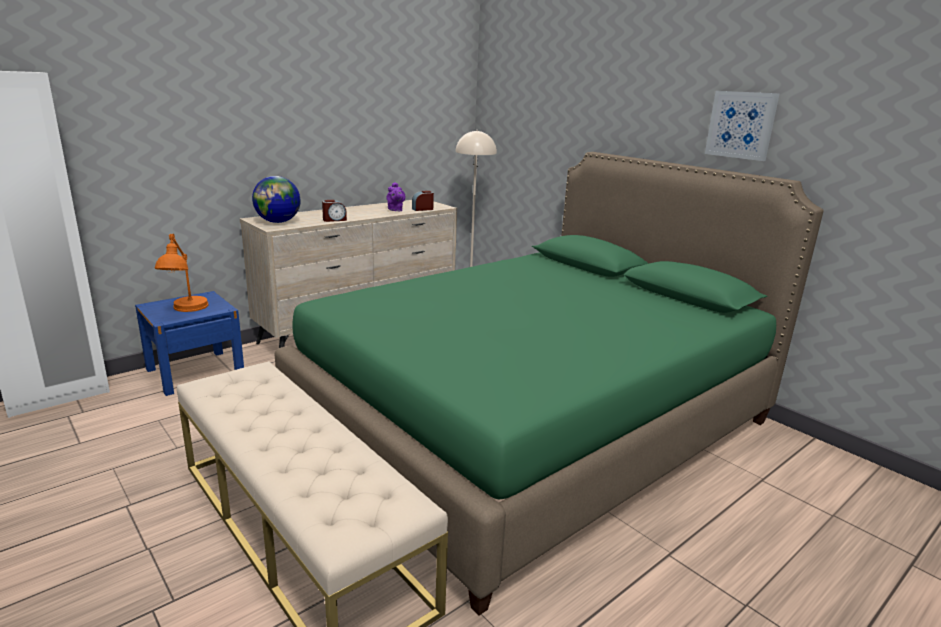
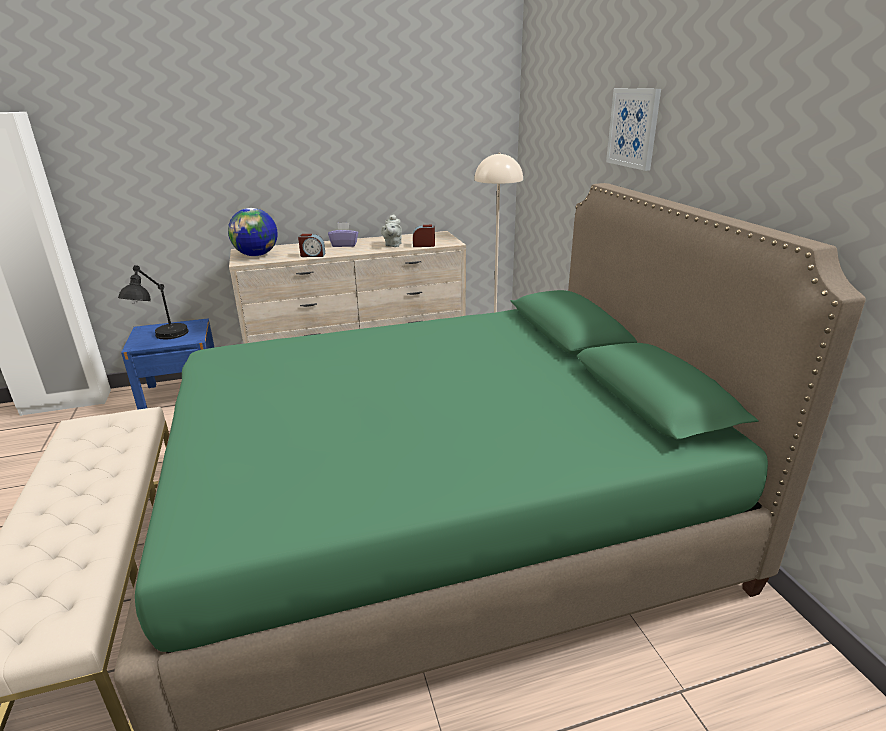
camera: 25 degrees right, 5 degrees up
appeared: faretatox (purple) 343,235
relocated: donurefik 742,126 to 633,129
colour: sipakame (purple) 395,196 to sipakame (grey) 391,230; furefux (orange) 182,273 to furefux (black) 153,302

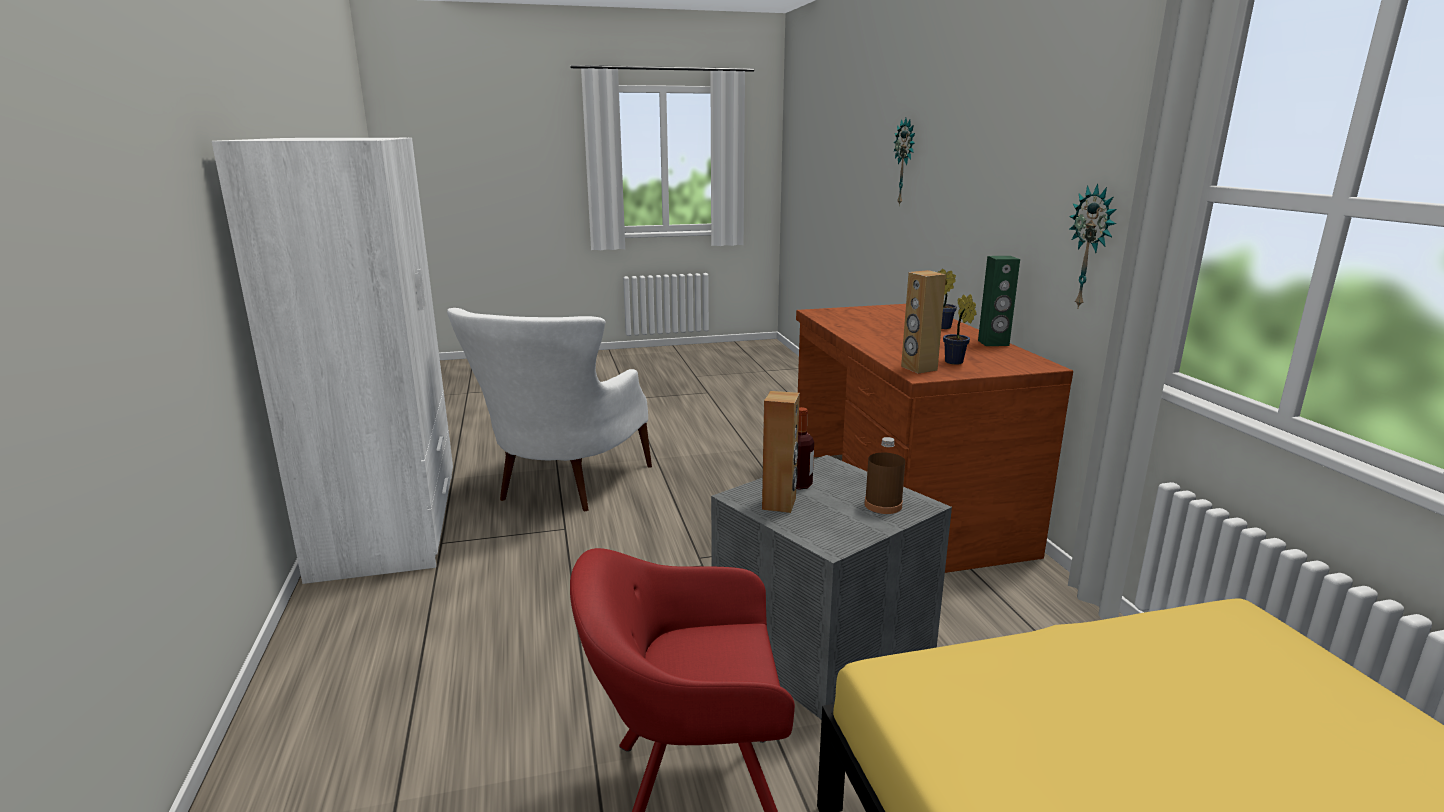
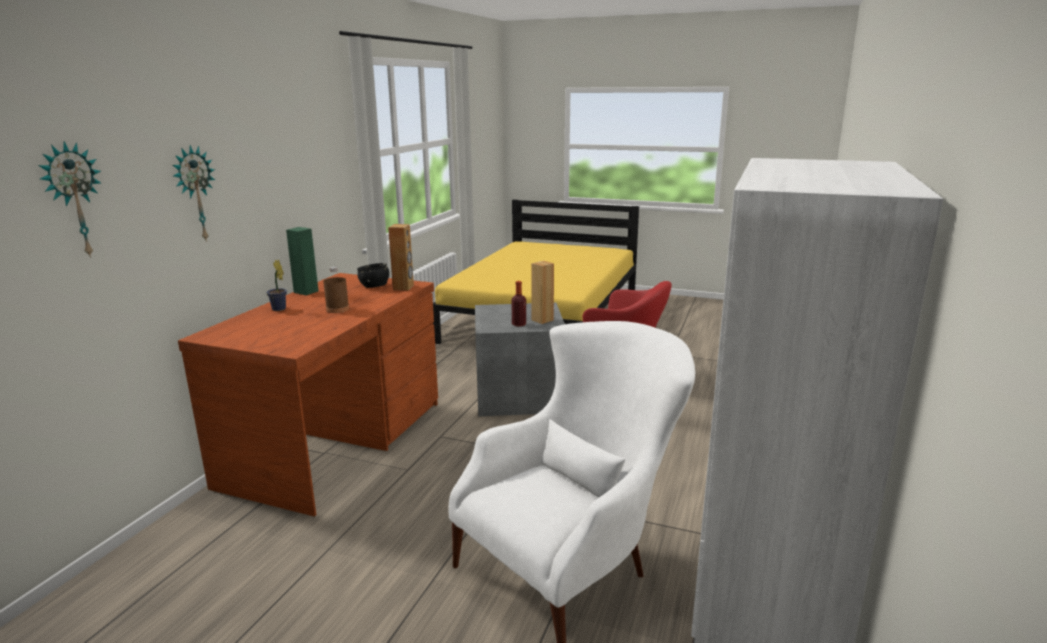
camera: 145 degrees left, 0 degrees up
relocated: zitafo 1093,245 to 194,193; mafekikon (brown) 885,475 to 336,290
exchanged: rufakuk 960,329 to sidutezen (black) 373,275

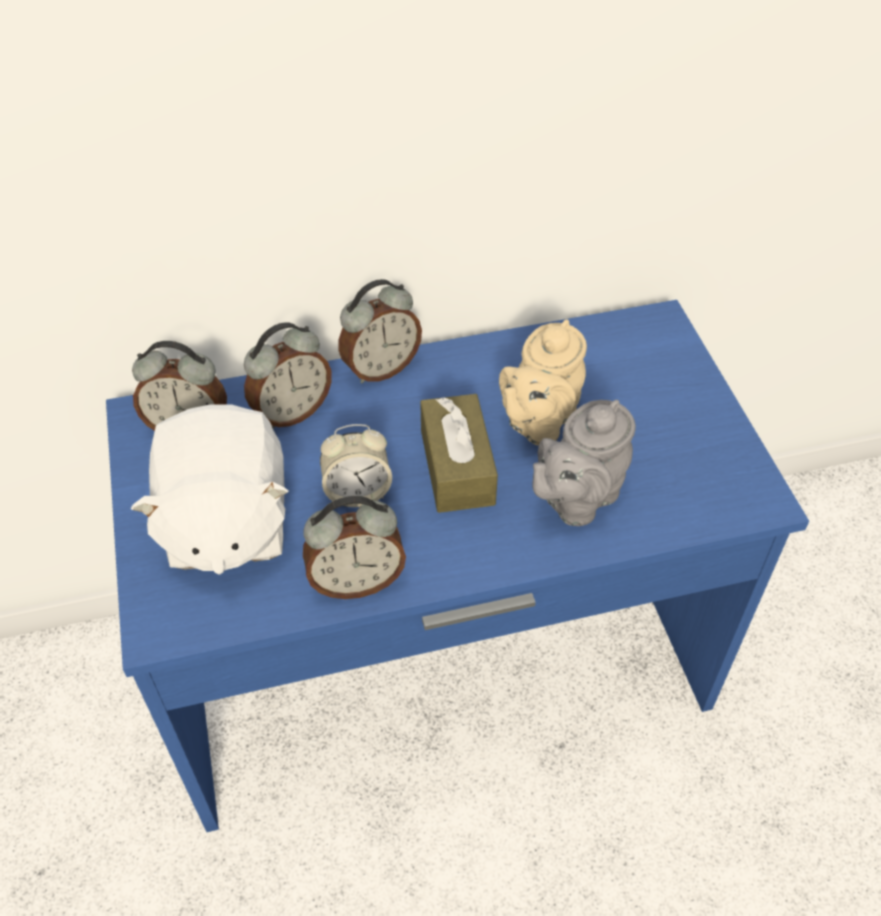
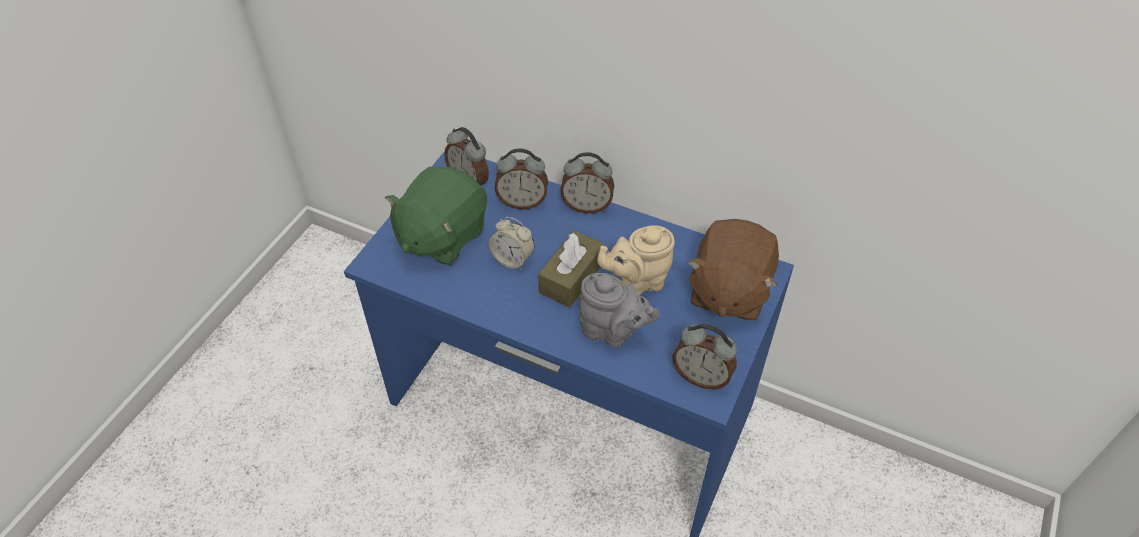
camera: 40 degrees right, 0 degrees up
appeared: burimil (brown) 733,270
relocated: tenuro 354,547 to 705,357
colour: burimil (white) 210,489 to burimil (green) 436,216
spun: sipakame (grey) 584,463 = 619,310 150 degrees counterclockwise

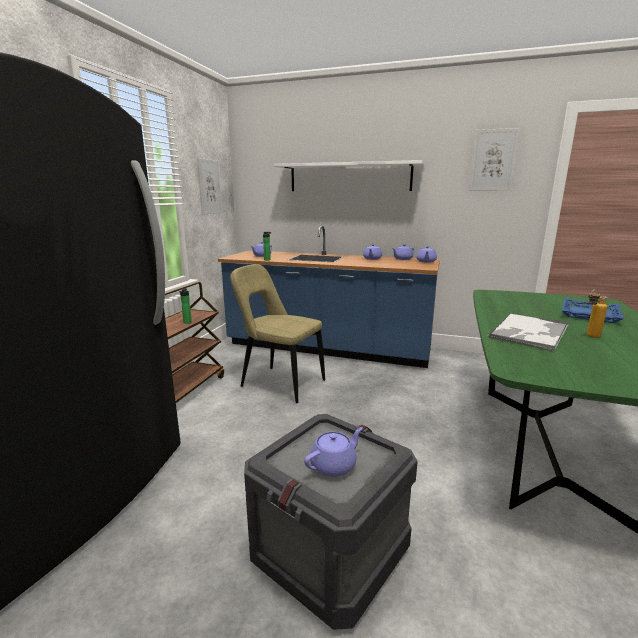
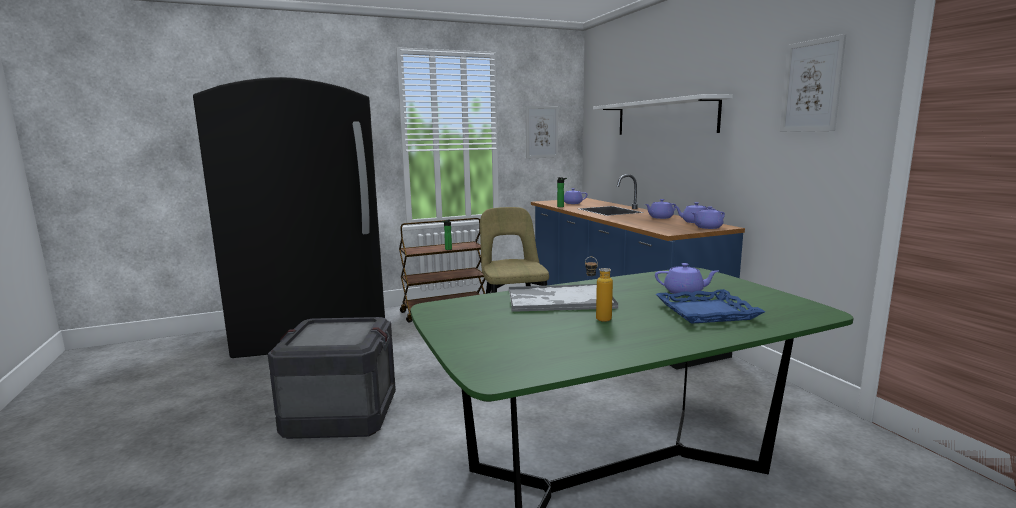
camera: 50 degrees right, 5 degrees down
relocated: sipakame (purple) 333,452 to 686,279

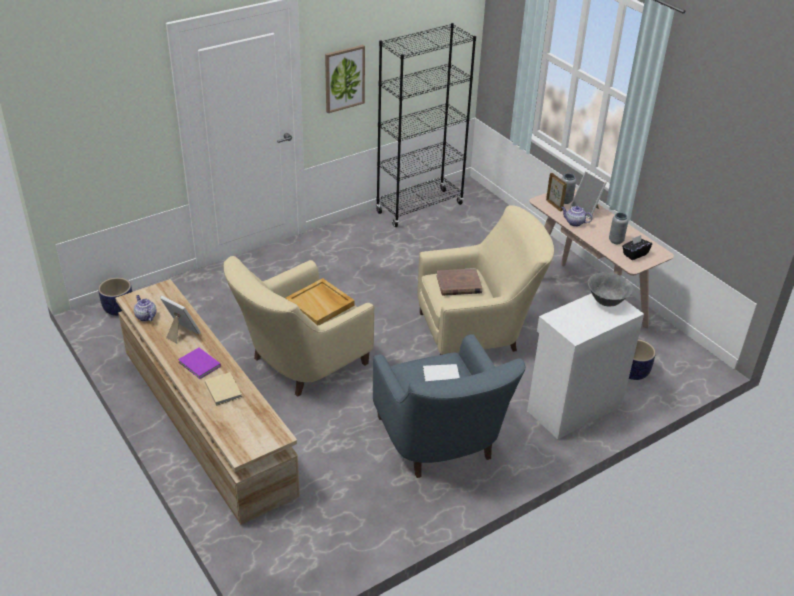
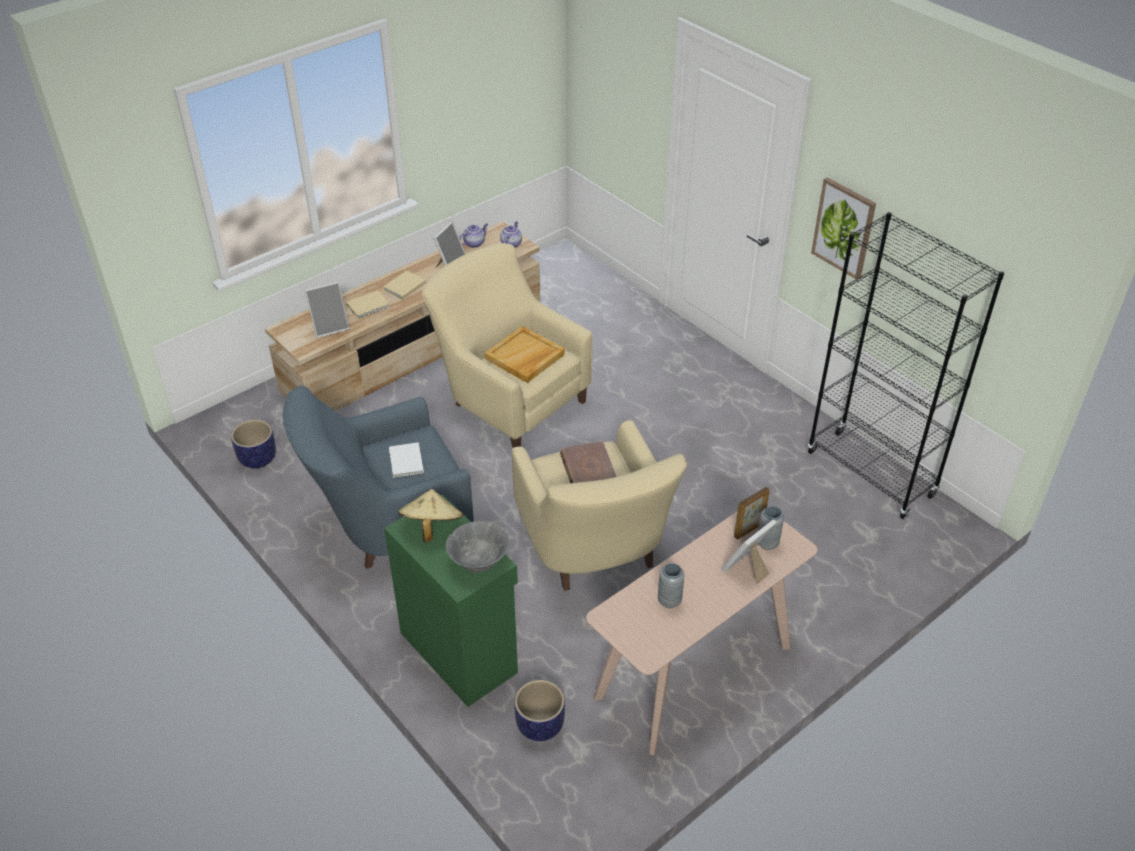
camera: 85 degrees right, 5 degrees up
missing: faretatox (black) 637,247
appeared: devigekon 327,309; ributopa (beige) 430,516
relocated: sipakame 577,216 to 511,234; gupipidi 115,296 to 253,444
colour: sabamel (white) 585,366 to sabamel (green) 451,601; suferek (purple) 199,363 to suferek (beige) 404,285

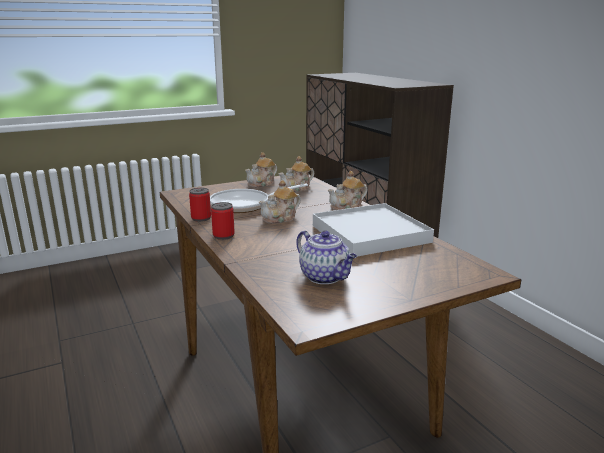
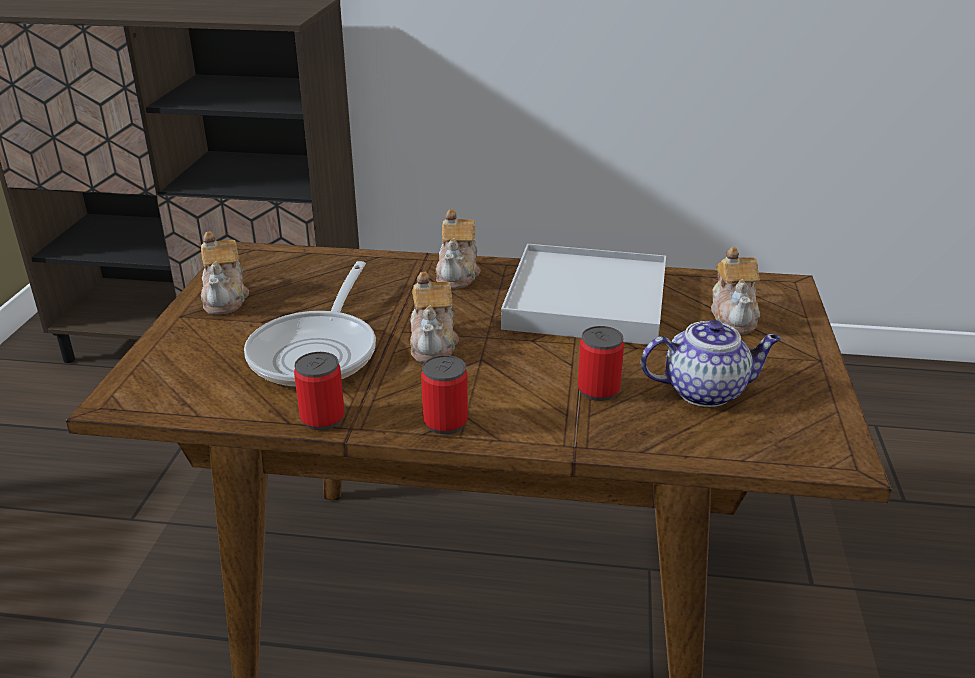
camera: 55 degrees left, 10 degrees up
appeared: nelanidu 601,363
relocated: sipakame 296,174 to 735,290

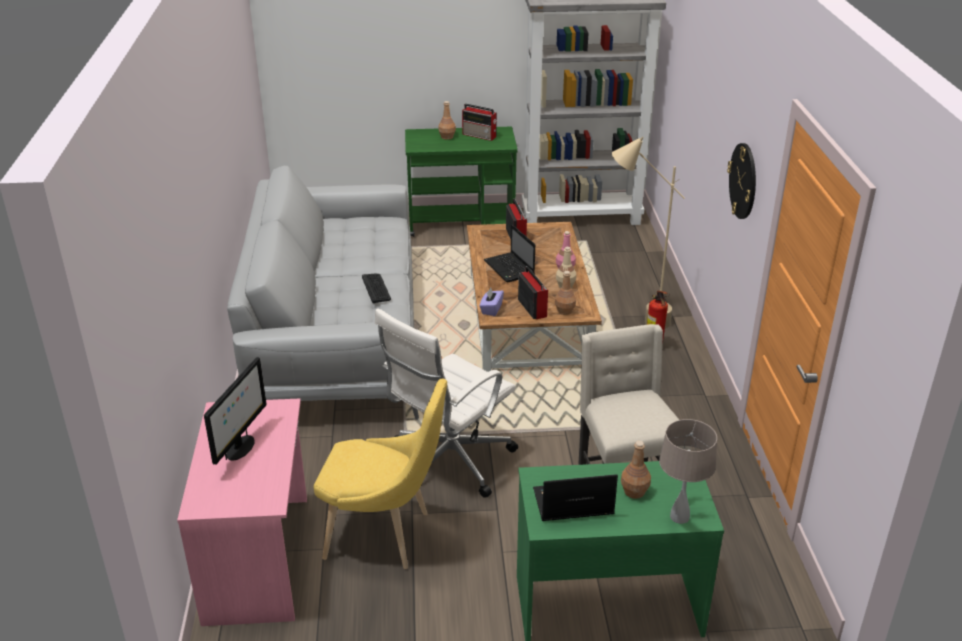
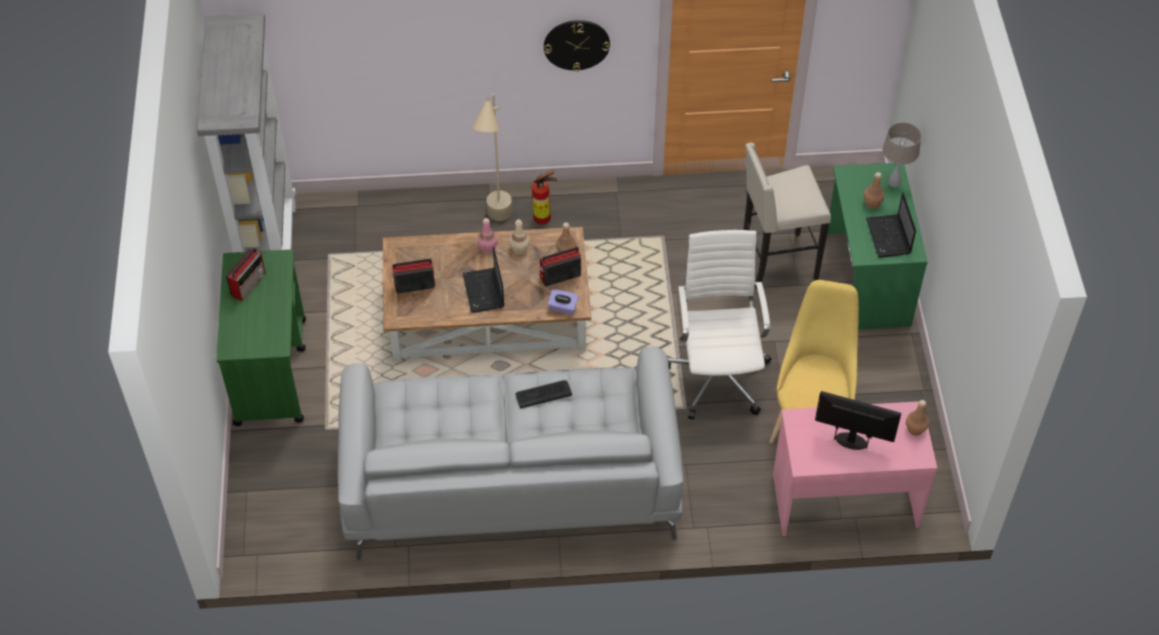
camera: 90 degrees left, 20 degrees up
relocated: mafekikon (brown) 447,120 to 917,418
spun: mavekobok 509,253 = 483,280 105 degrees clockwise; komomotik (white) 446,403 = 720,325 135 degrees counterclockwise

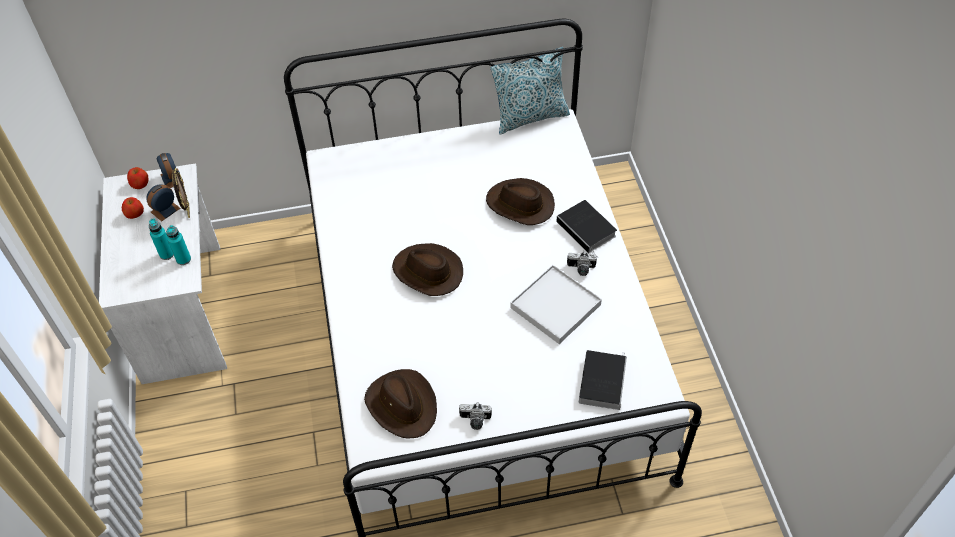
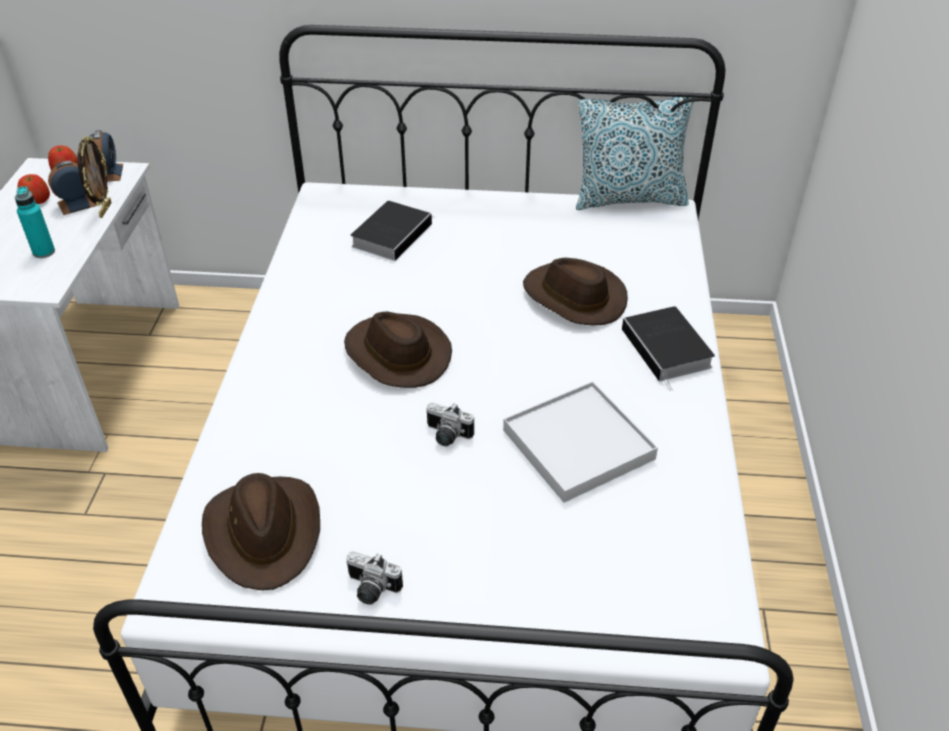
camera: 15 degrees right, 10 degrees down
missing: mafekikon (turquoise) 178,245
relocated: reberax 582,263 to 450,424; suferek 603,380 to 393,231

